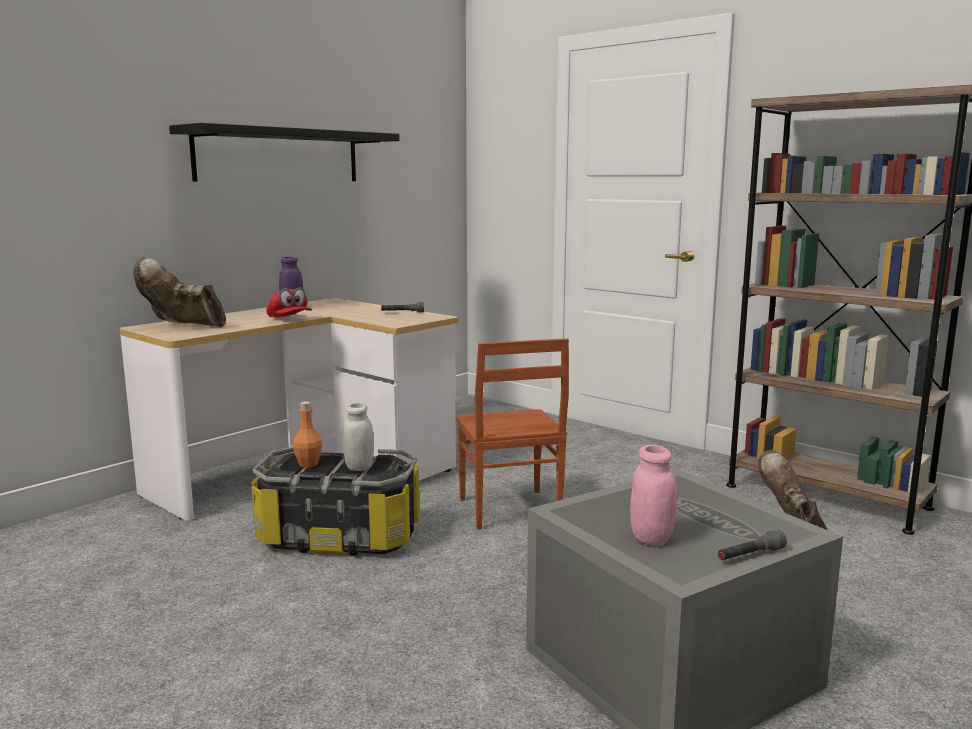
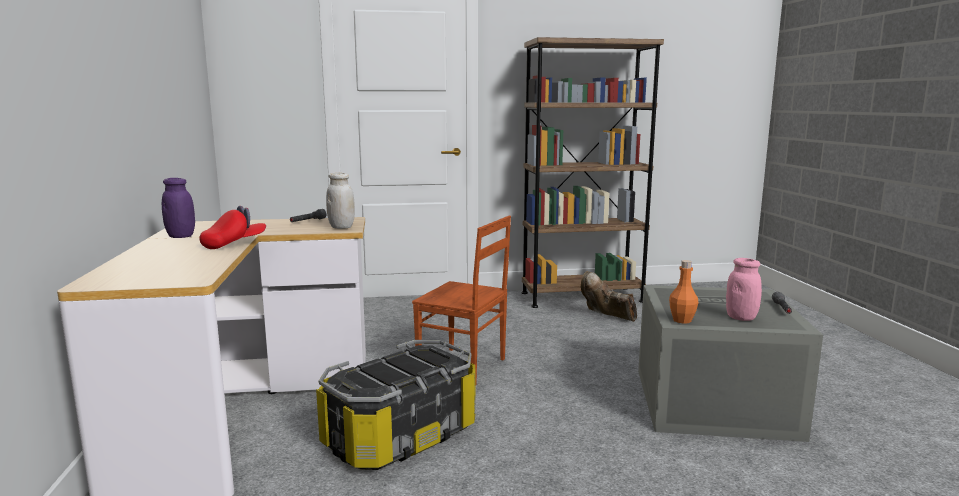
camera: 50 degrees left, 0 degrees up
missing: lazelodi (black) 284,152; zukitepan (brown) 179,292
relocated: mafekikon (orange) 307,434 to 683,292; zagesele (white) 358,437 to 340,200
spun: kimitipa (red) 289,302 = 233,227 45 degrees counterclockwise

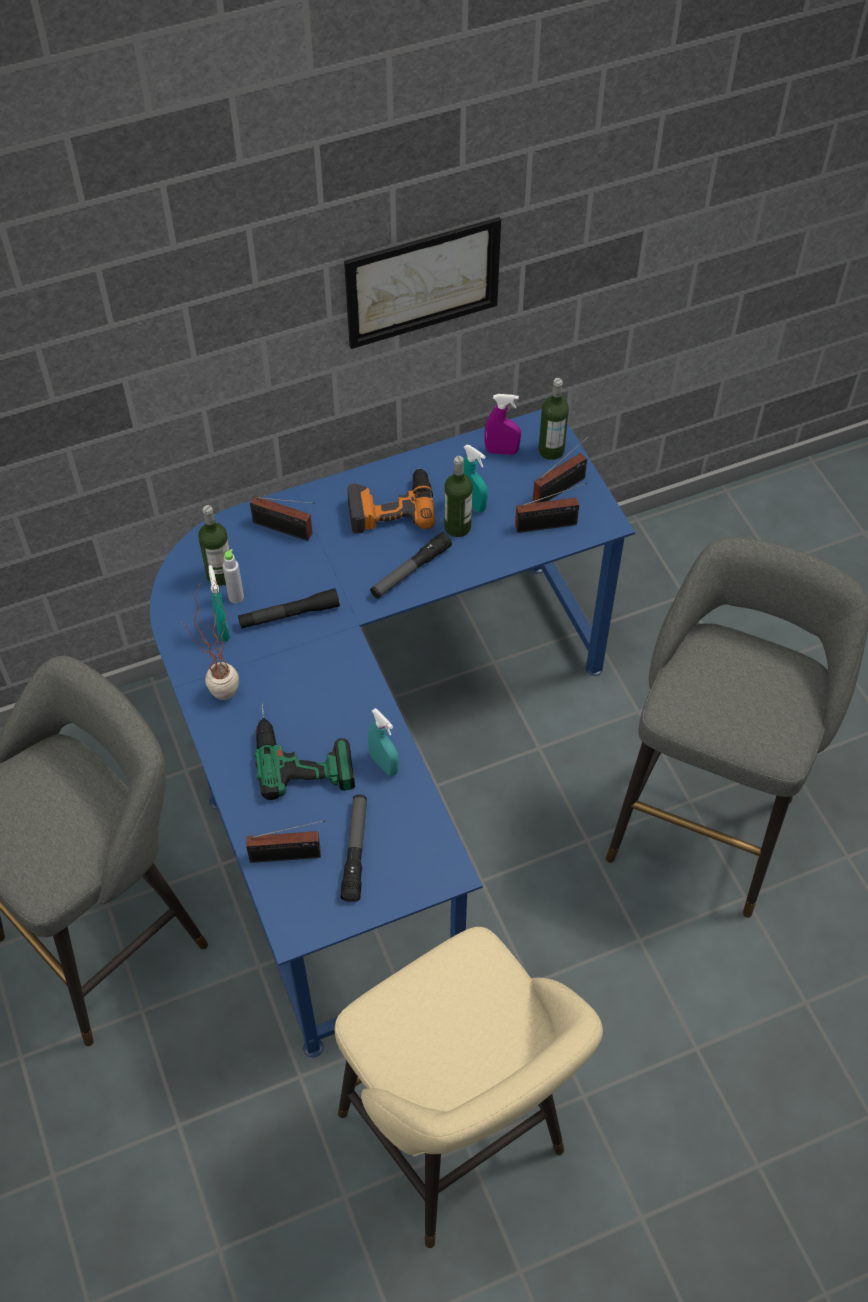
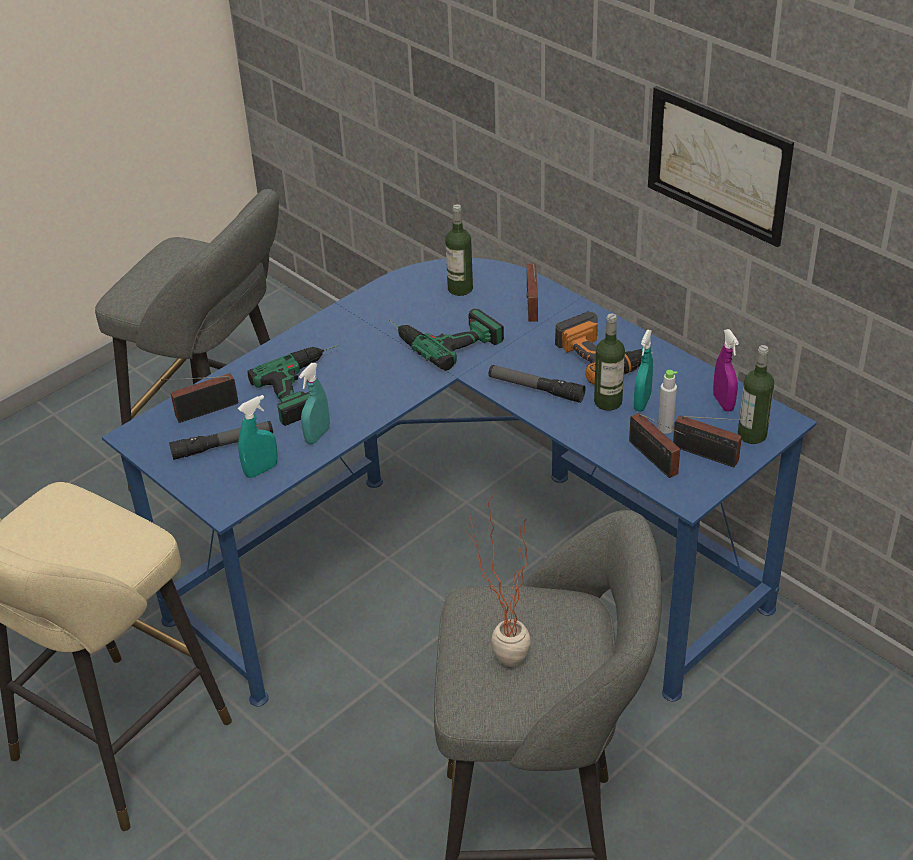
camera: 70 degrees right, 15 degrees down
relocated: mafekikon (grey) 233,576 to 667,402; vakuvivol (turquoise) 219,603 to 257,436; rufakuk 208,639 to 499,580
exchanged: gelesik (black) 289,608 to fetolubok 446,339
spun: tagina 285,841 = 199,398 90 degrees clockwise

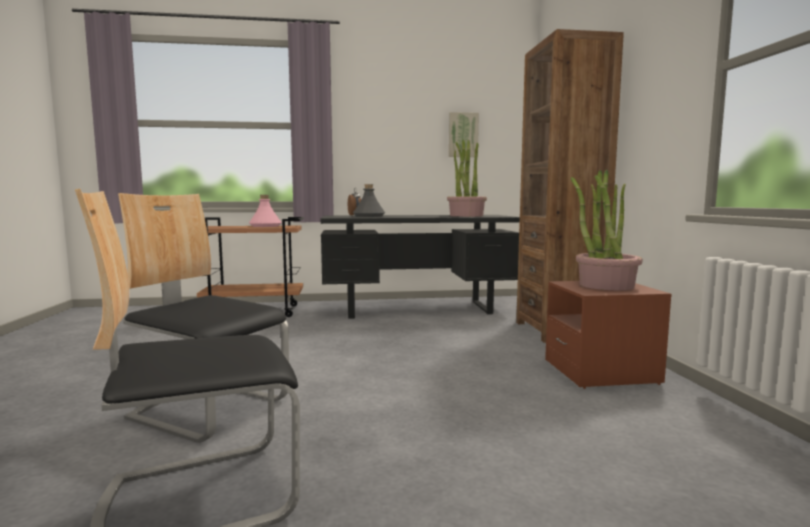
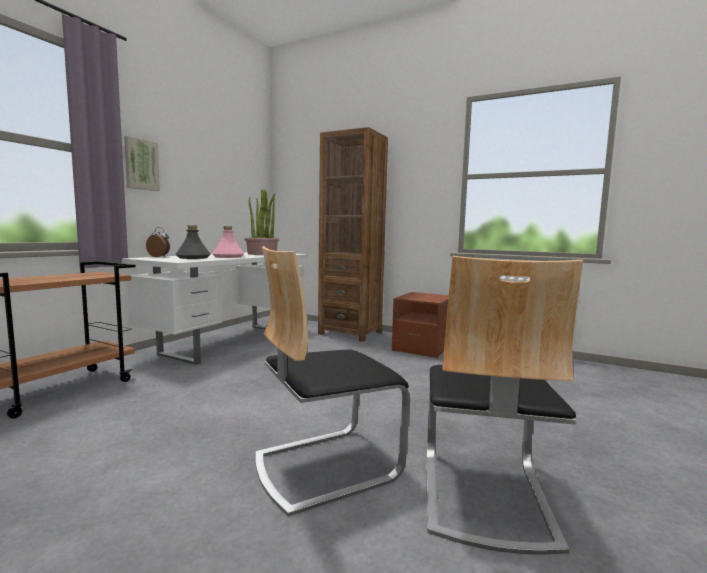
camera: 55 degrees left, 0 degrees up
missing: rufakuk 607,229
relocated: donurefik 464,134 to 142,163; mafekikon (pink) 265,211 to 228,242
colour: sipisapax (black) 420,267 to sipisapax (white) 215,308

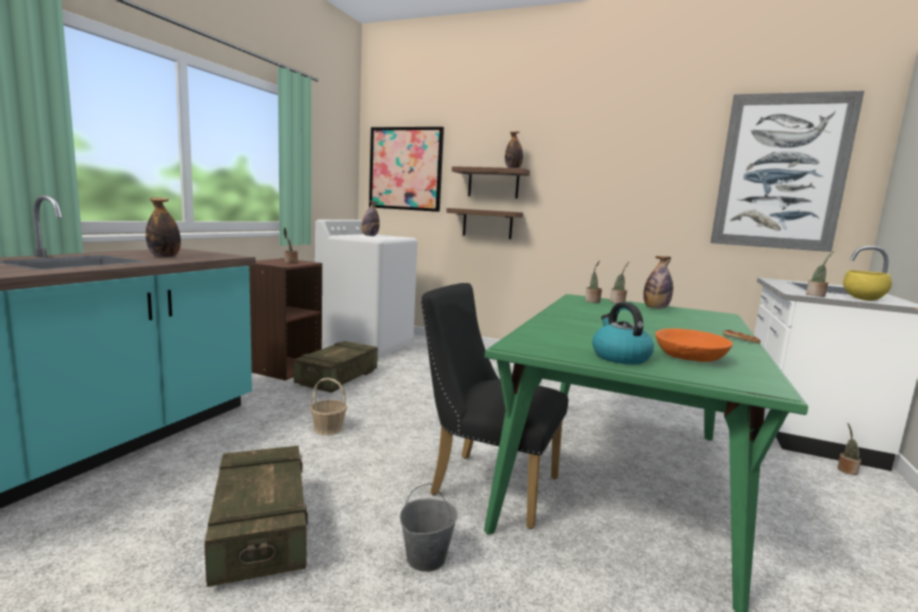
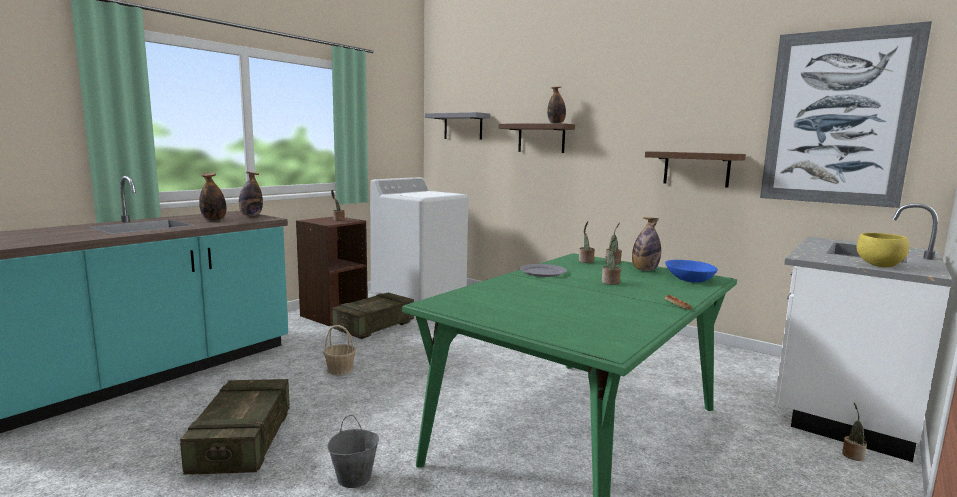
camera: 15 degrees right, 0 degrees up
missing: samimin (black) 494,406; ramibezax 623,333; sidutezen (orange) 694,345
appeared: sidutezen (blue) 691,271; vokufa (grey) 543,270
relocated: mafekikon 370,218 to 251,194; lazelodi (brown) 484,223 to 695,169; rufakuk 820,274 to 611,260
exchanged: donurefik 406,169 to lazelodi (grey) 457,126

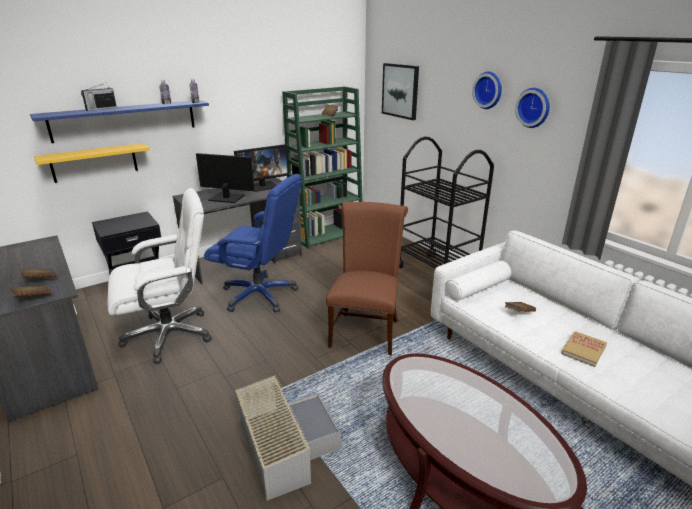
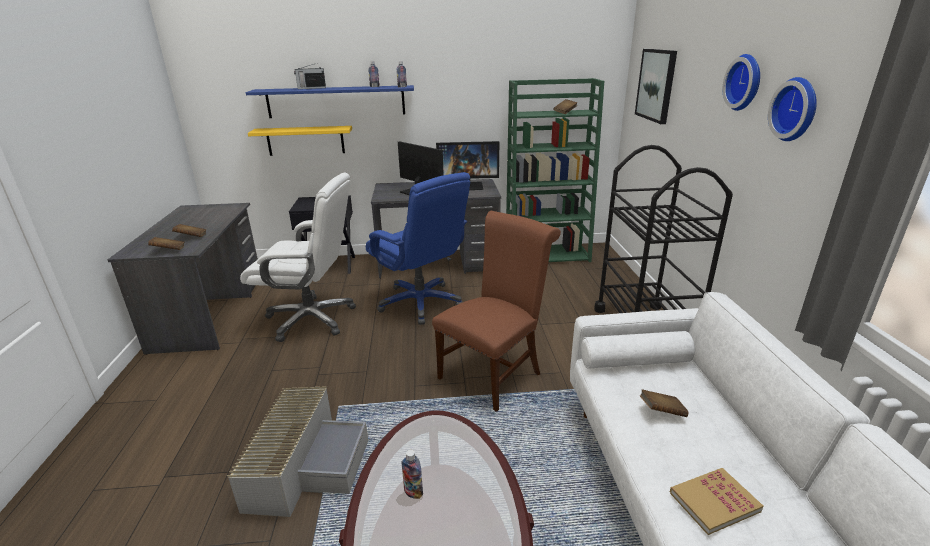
camera: 30 degrees right, 0 degrees up
appeared: mafekikon 412,474

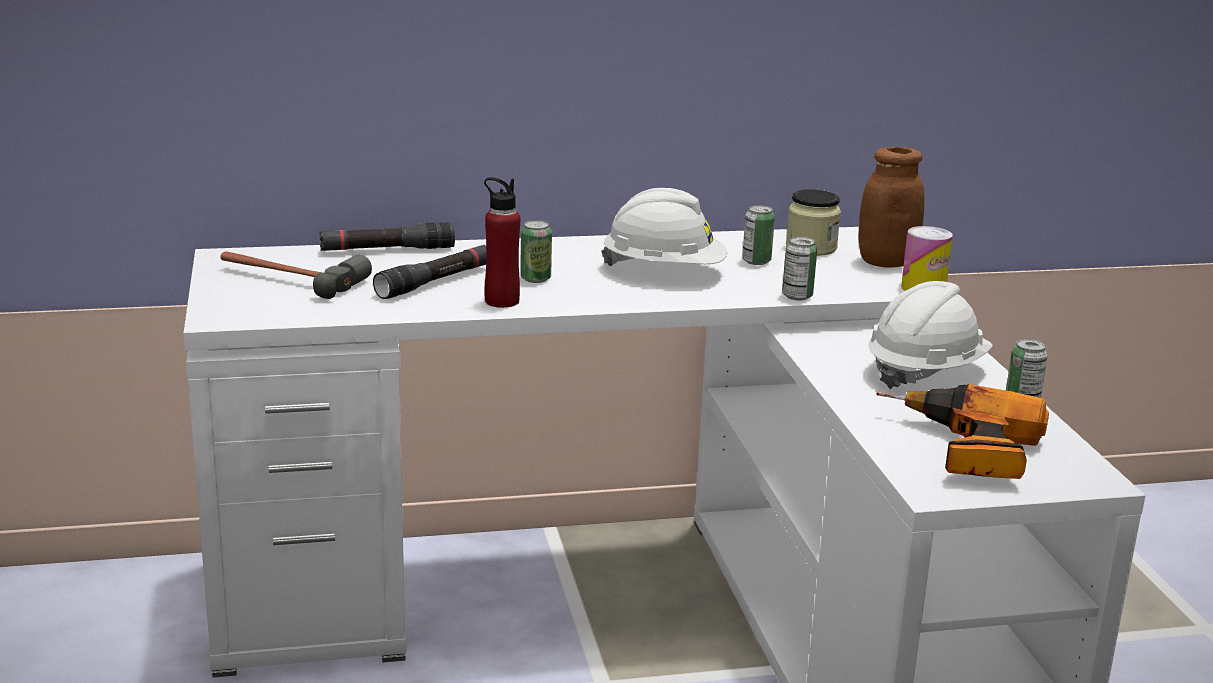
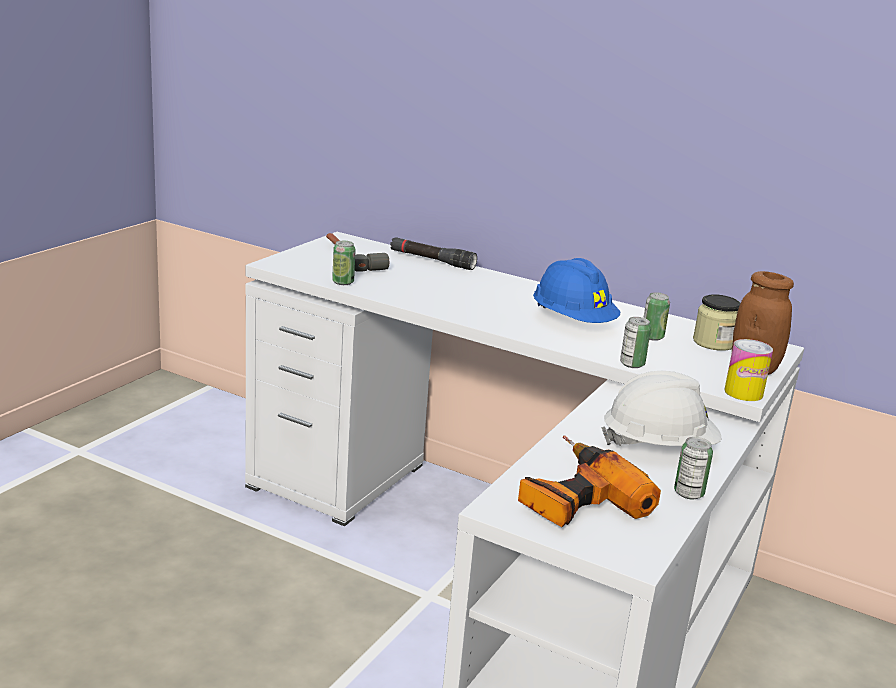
camera: 40 degrees right, 0 degrees up
missing: mafekikon (red) 502,242; gelesik (black) 429,272
relocated: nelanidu 536,251 to 344,263
colour: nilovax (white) 664,227 to nilovax (blue) 576,290

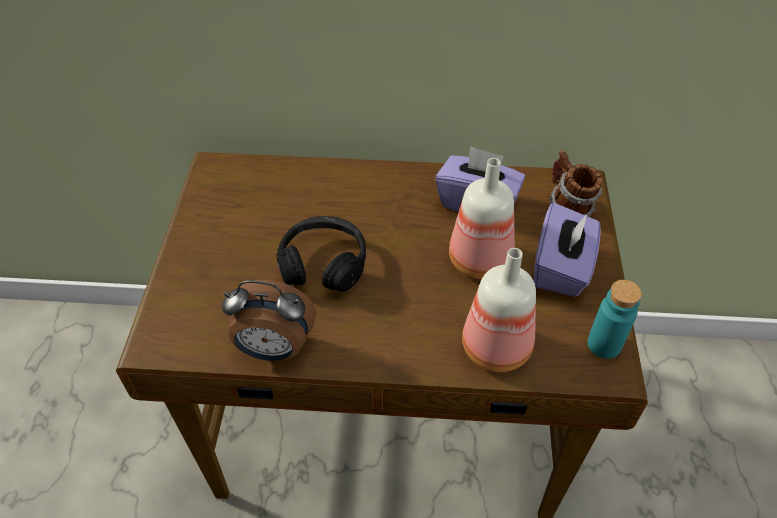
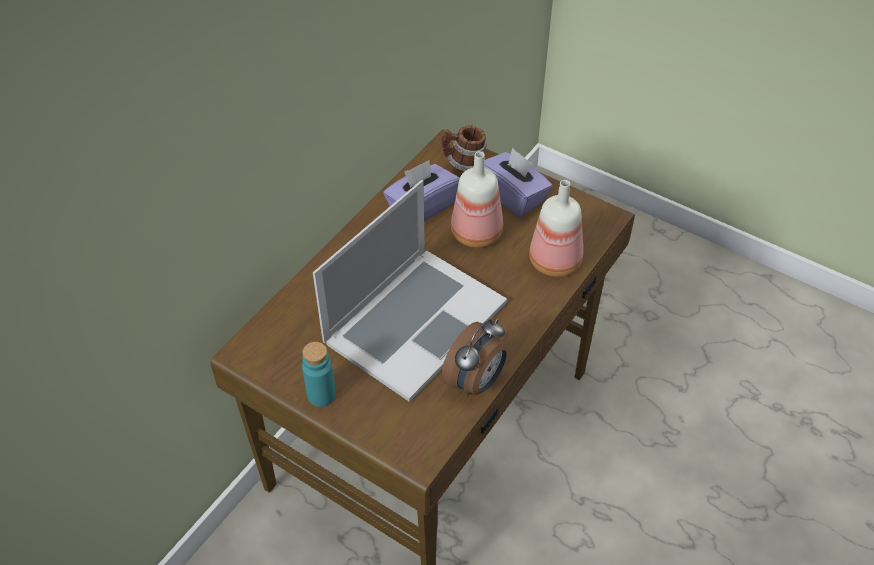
camera: 60 degrees left, 0 degrees up
relocated: mafekikon (turquoise) 614,319 to 319,374
exchanged: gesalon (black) 321,254 to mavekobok 410,291

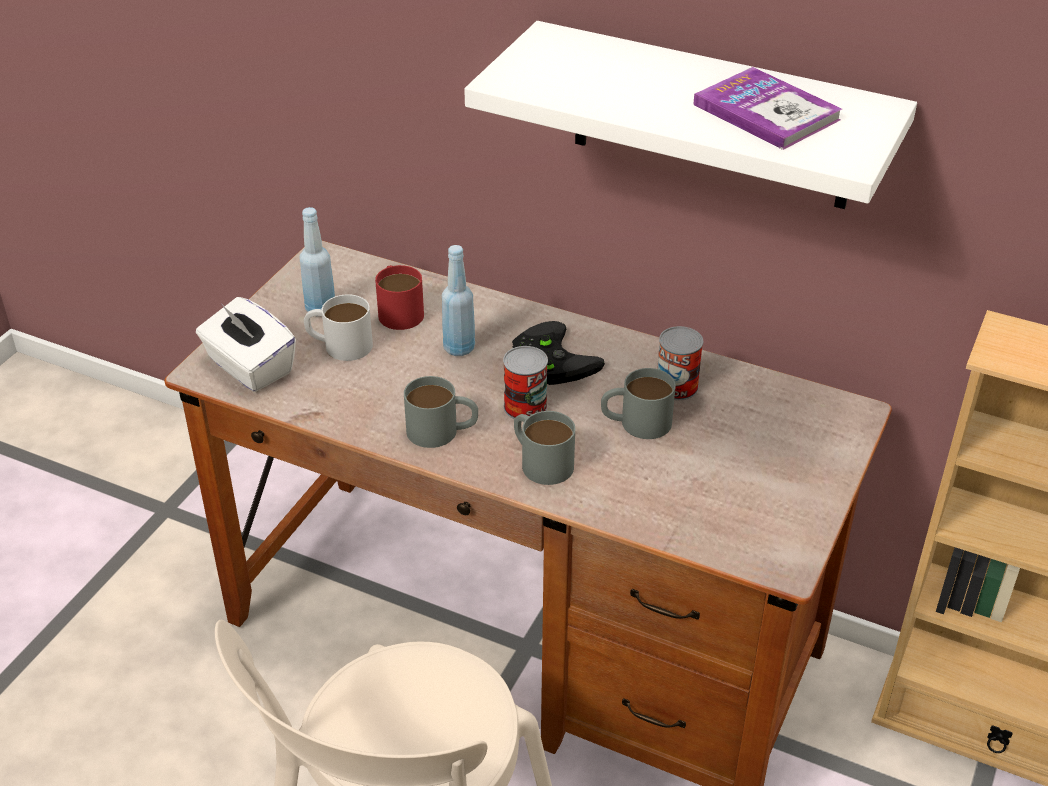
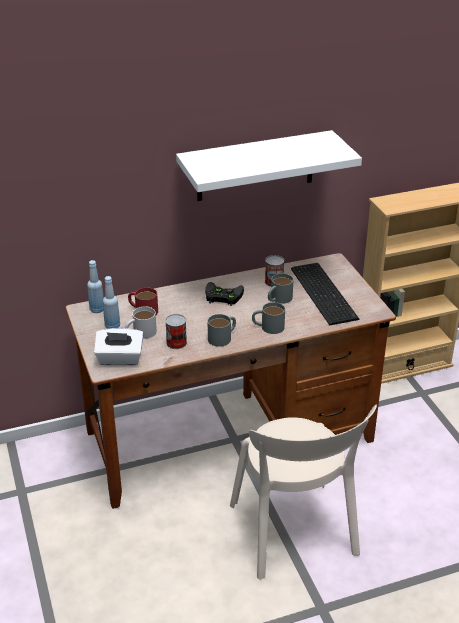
camera: 45 degrees left, 5 degrees down
missing: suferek 767,108
appeared: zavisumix 325,294
relocated: mafekikon (blue) 458,300 to 95,286; nelanidu 525,382 to 176,331

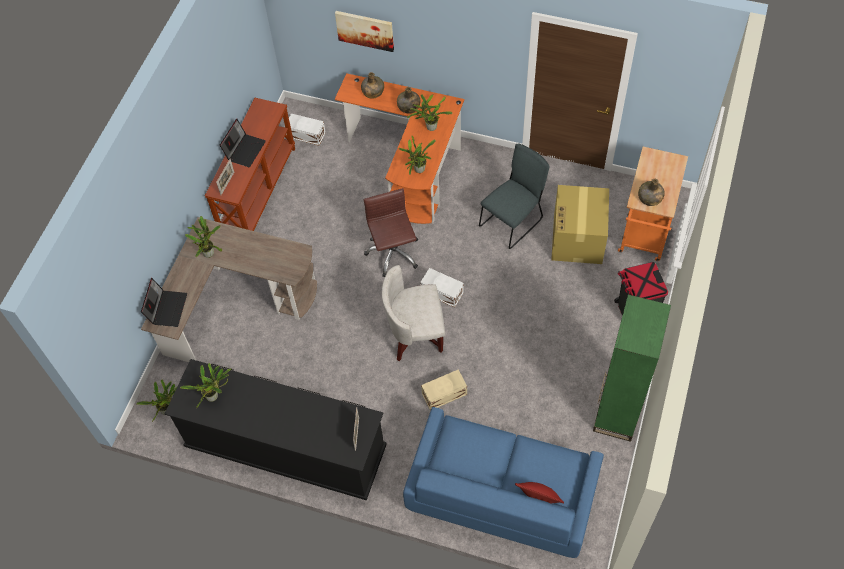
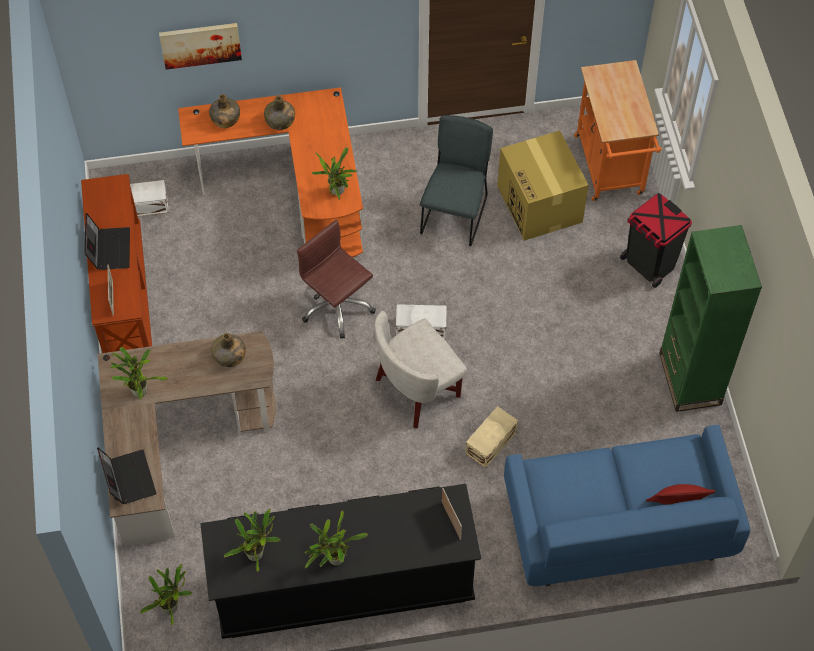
camera: 30 degrees left, 0 degrees up
relocated: rufakuk 429,112 to 336,540; mafekikon (green) 651,192 to 228,350

